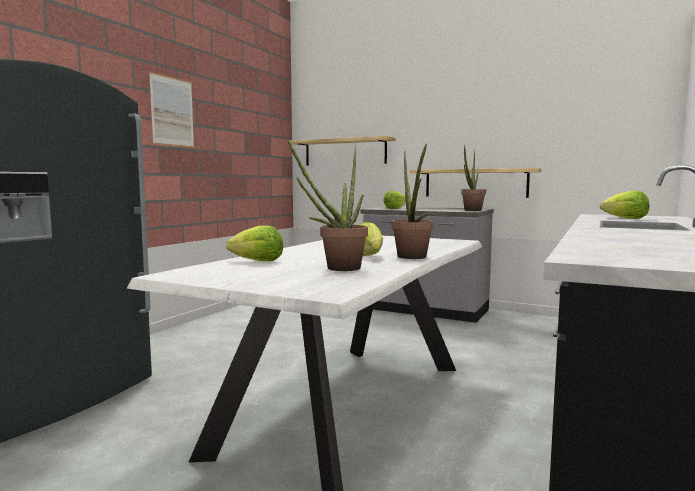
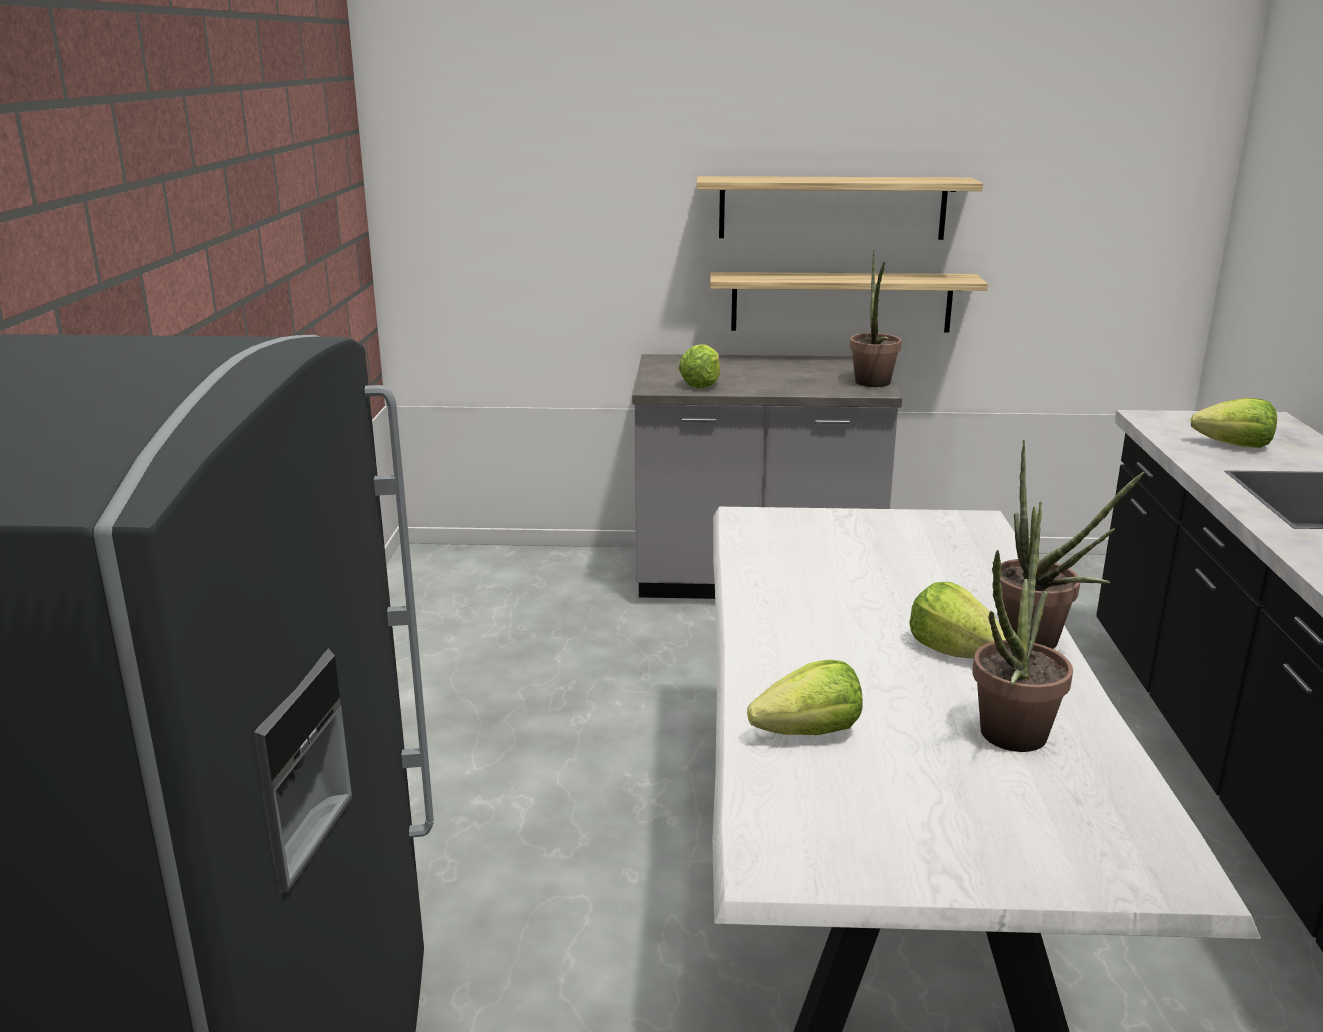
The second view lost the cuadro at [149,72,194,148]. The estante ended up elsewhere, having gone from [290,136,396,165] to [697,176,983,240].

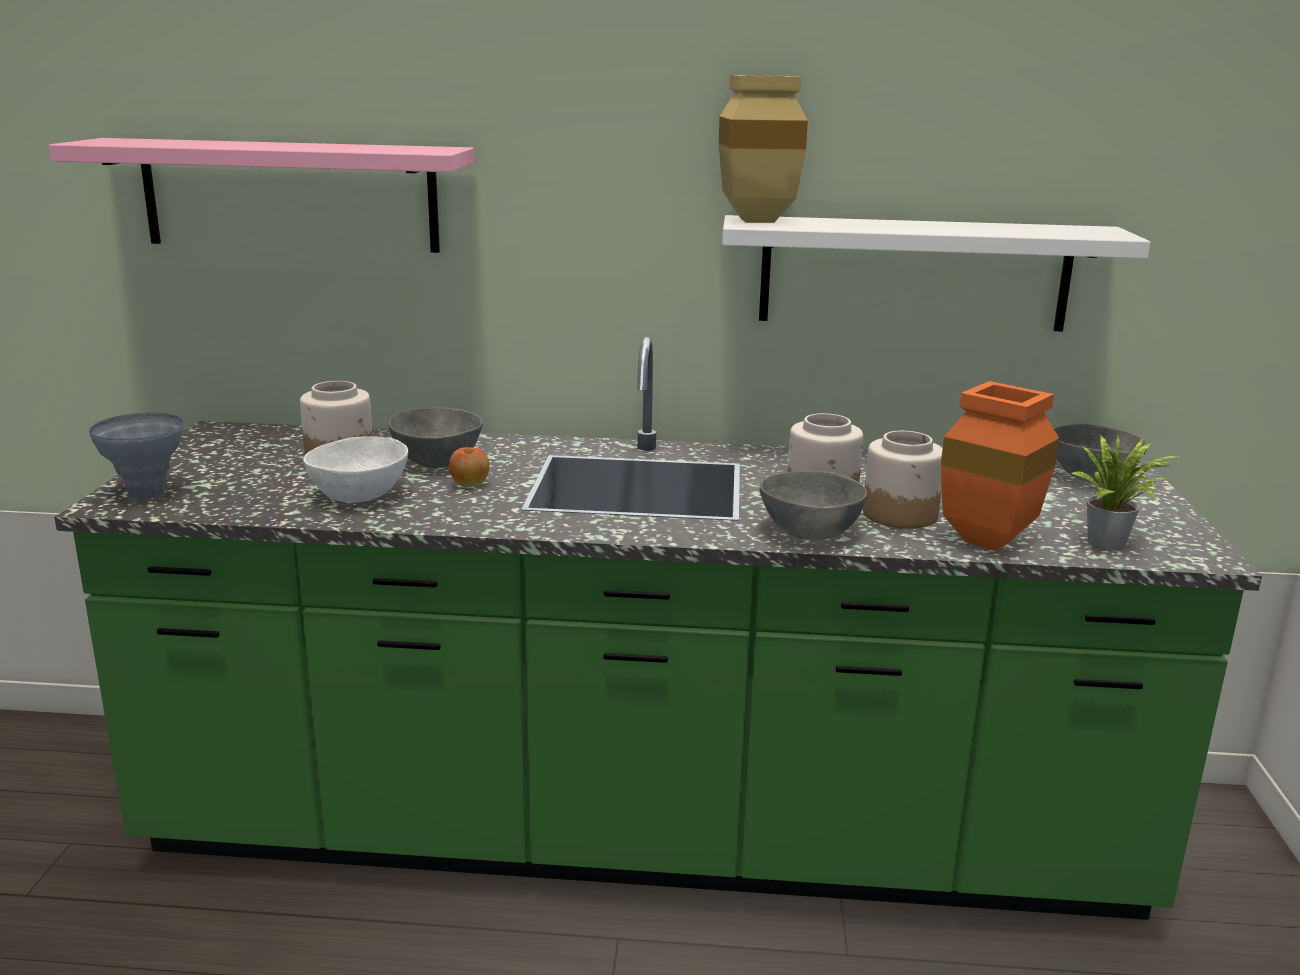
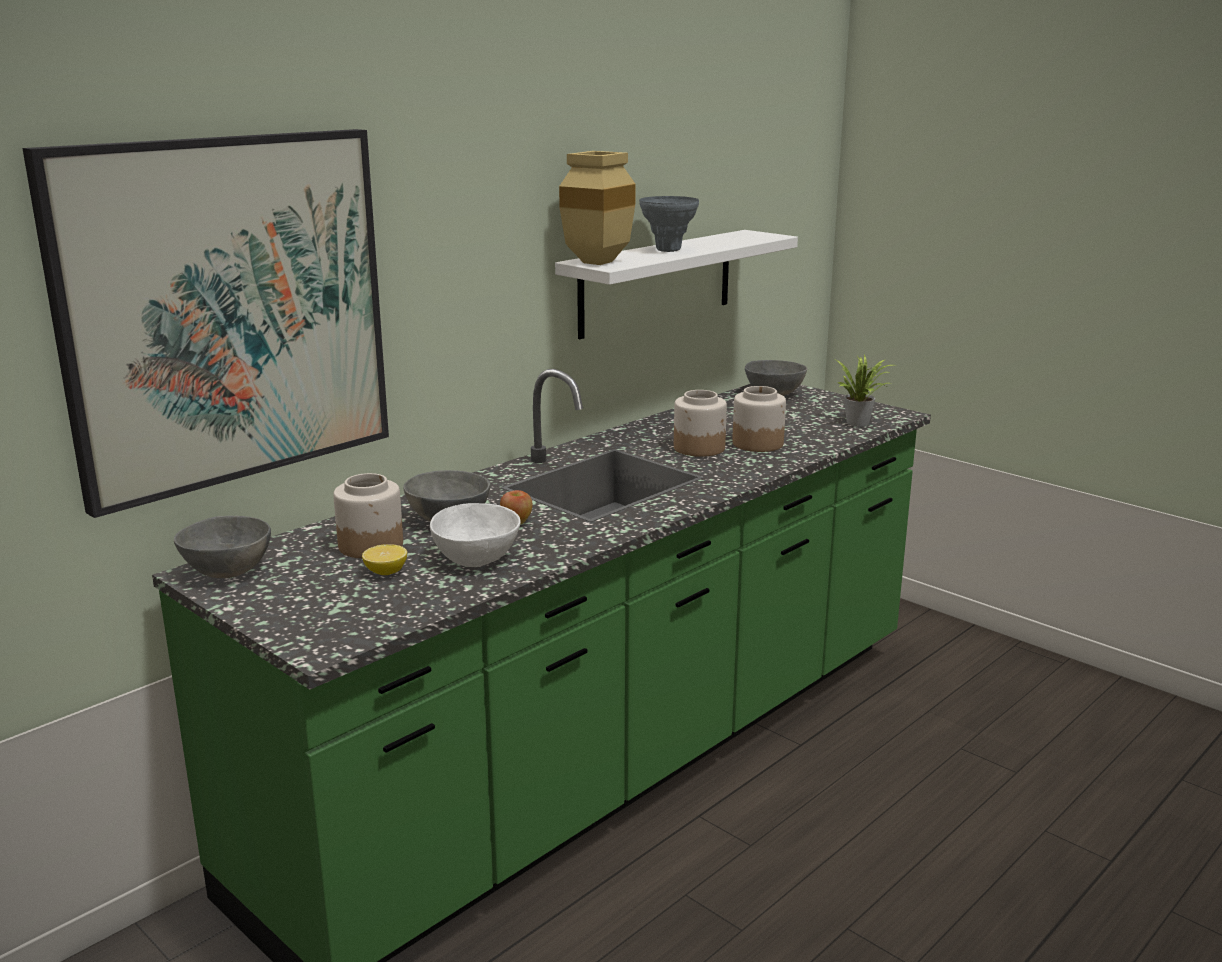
The second view lost the florero (naranja) at [941,381,1059,551]. The second view gained the limón at [362,544,407,575]. The florero (gris) ended up elsewhere, having gone from [89,413,184,499] to [639,196,699,252]. The cuenco (gris) ended up elsewhere, having gone from [759,470,867,540] to [174,516,271,578]. Where the estante (rosa) hung at [49,138,474,253], the cuadro came to hang at [22,129,389,518].

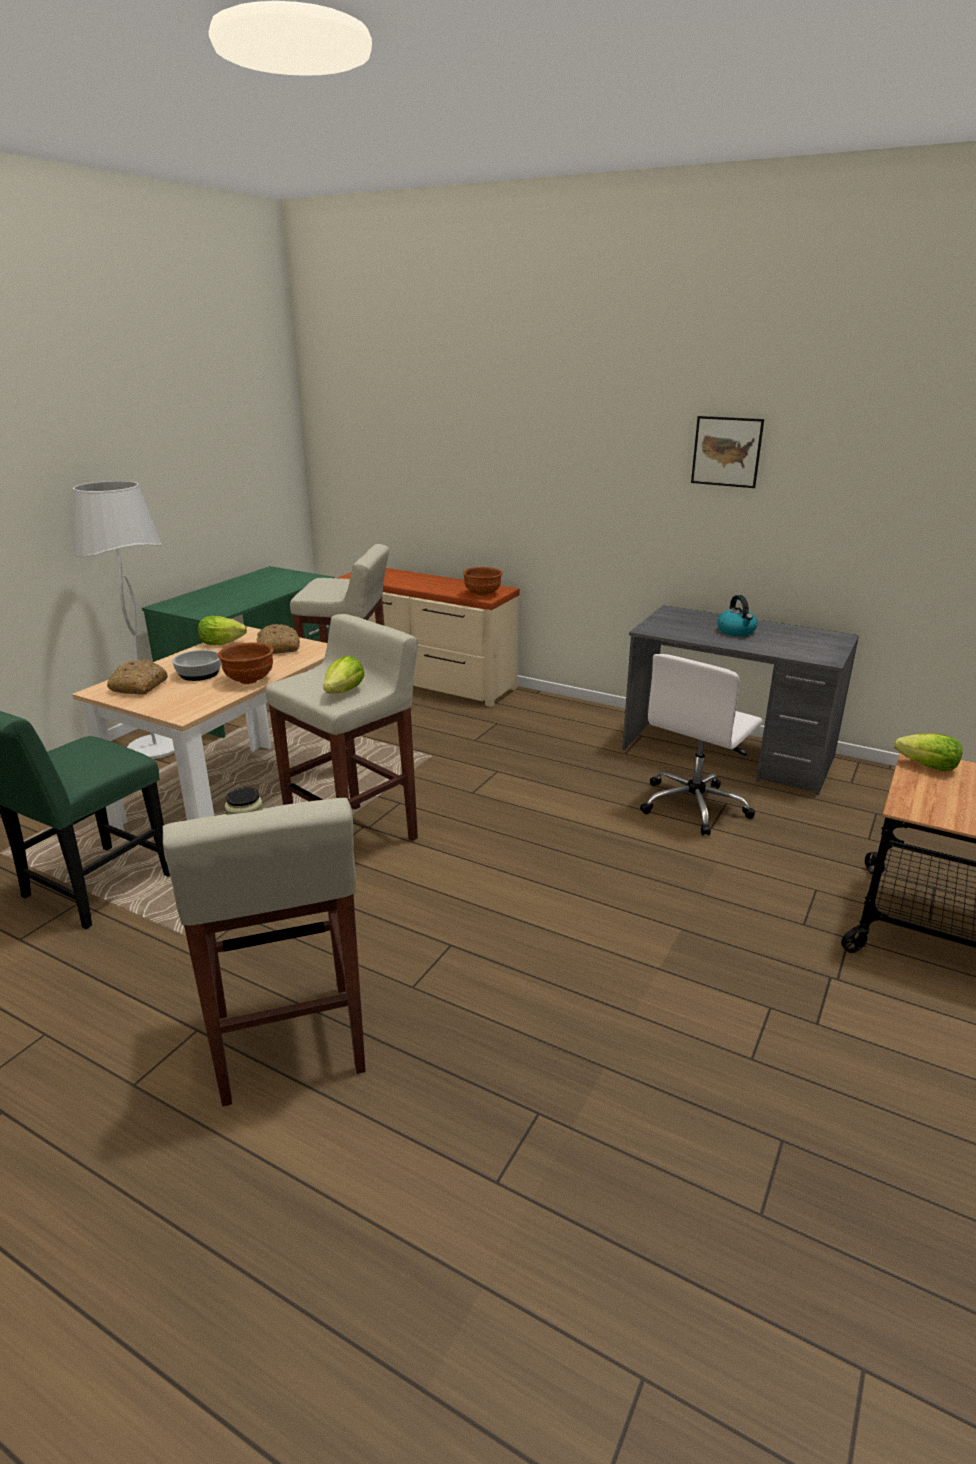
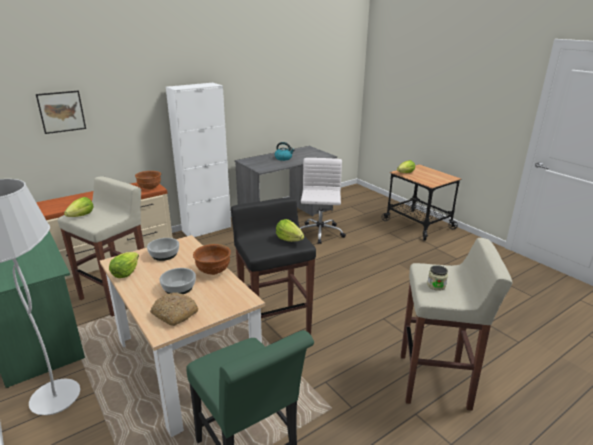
The second view gained the lechuga at [64,197,94,217]. The second view gained the armario (blanco) at [166,83,231,237]. The cuadro ended up elsewhere, having gone from [691,416,764,488] to [36,91,86,134]. Where the pan stood at [257,624,300,654], the cuenco came to stand at [147,238,179,261]. What was the taburete (beis) at [265,614,418,841] turned into the taburete (negro) at [231,197,316,335]. The silla de oficina (blanco) at [640,654,763,835] ended up facing another way, 150 degrees counterclockwise from before.

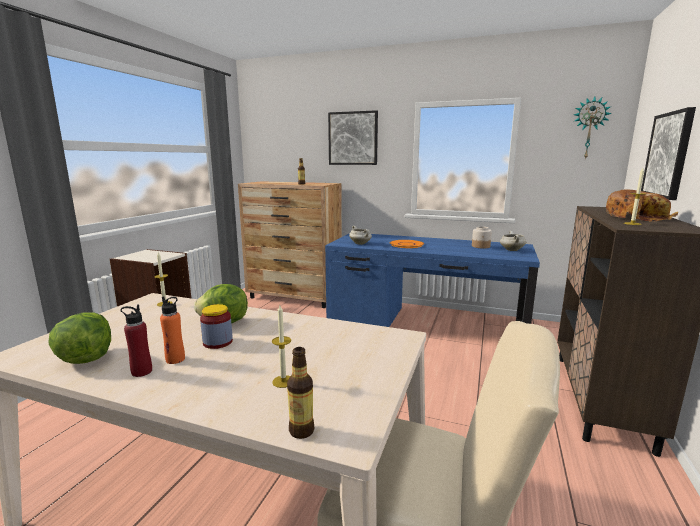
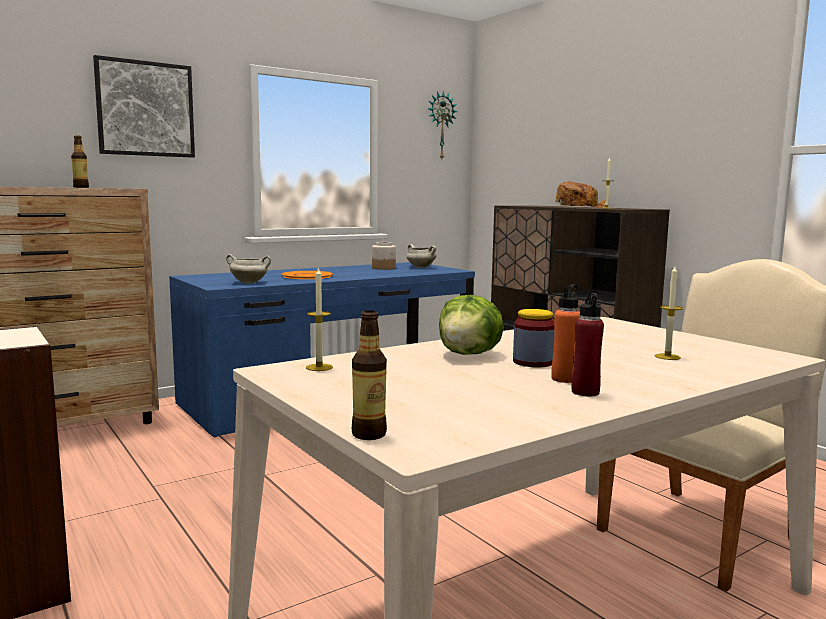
The second view lost the lechuga at [48,312,111,364]. The second view lost the cuadro at [641,107,696,200]. The botella ended up elsewhere, having gone from [287,347,314,439] to [352,310,387,440].

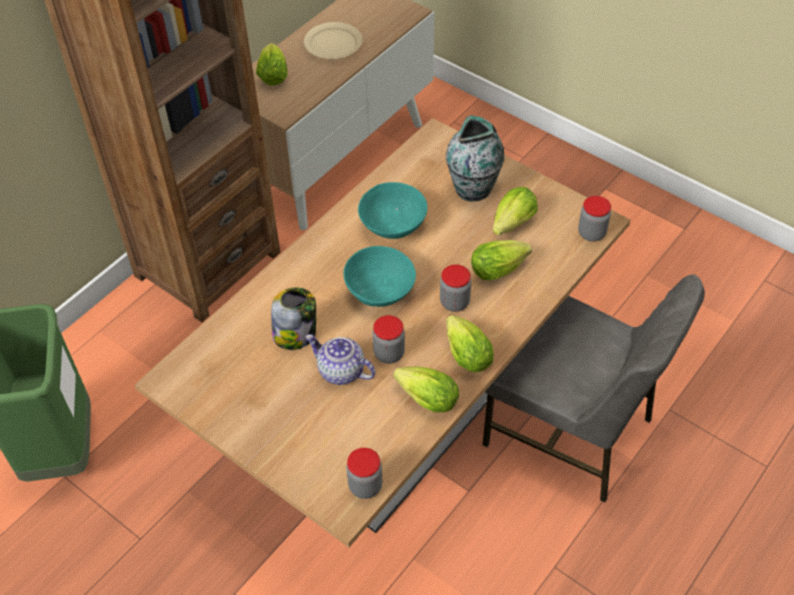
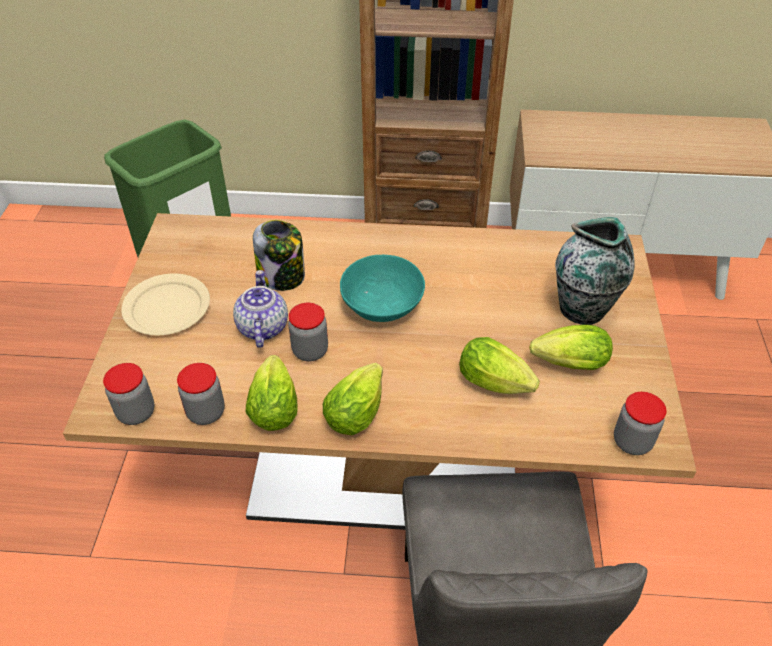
The second view lost the lechuga at [256,43,288,86]. The second view lost the cuenco (turquesa) at [358,182,428,239]. The plato (beis) ended up elsewhere, having gone from [304,22,362,59] to [121,273,210,335]. The tarro ended up elsewhere, having gone from [440,264,471,312] to [177,363,225,425].

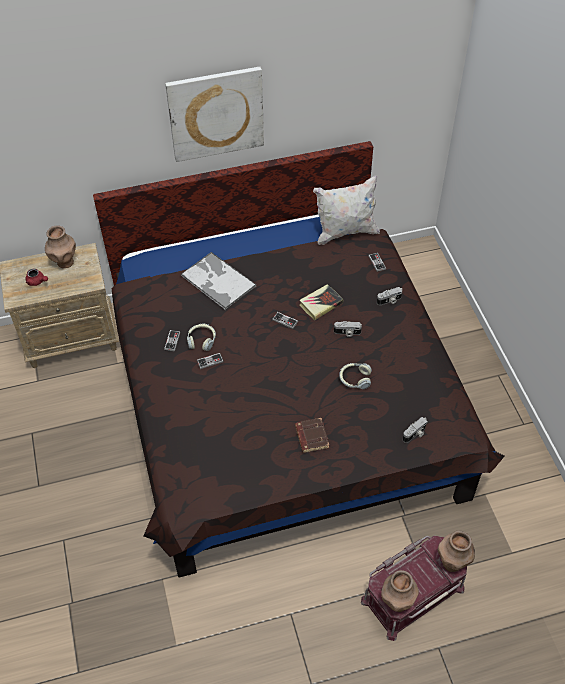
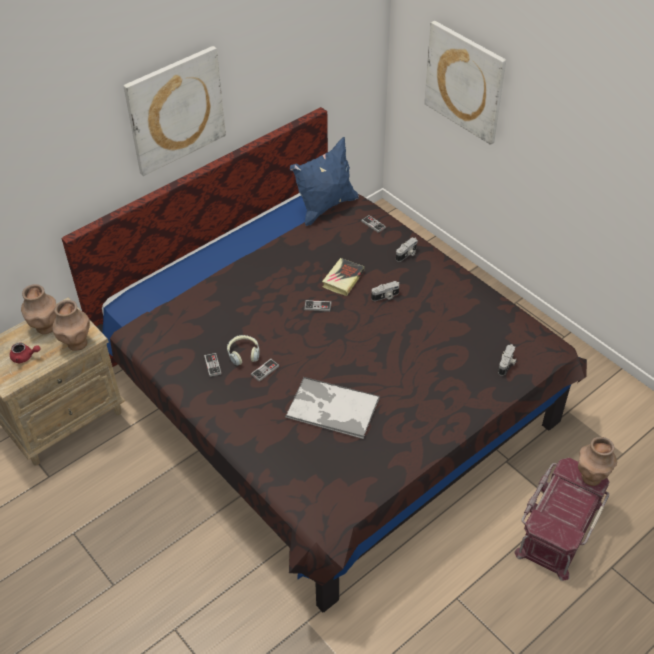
The second view lost the libro (marrón) at [295,418,329,453]. The second view lost the auriculares at [339,363,372,389]. The second view gained the cuadro at [424,21,506,145]. The bandeja ended up elsewhere, having gone from [180,252,257,310] to [285,377,380,439]. The florero (marrón) ended up elsewhere, having gone from [381,570,419,612] to [53,300,90,351]. What was the cojín (blanco) at [313,175,380,245] turned into the cojín (azul) at [290,137,359,226].

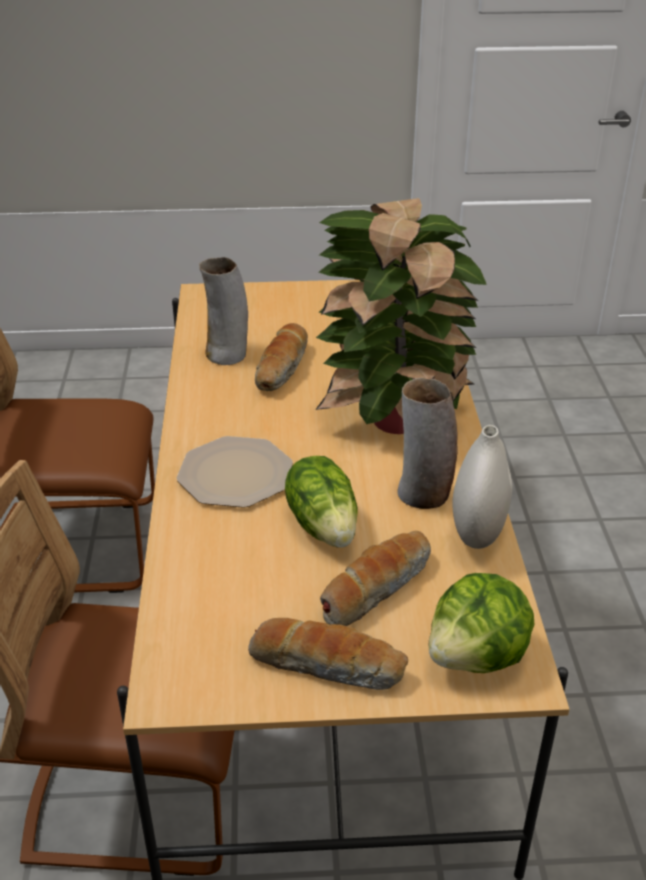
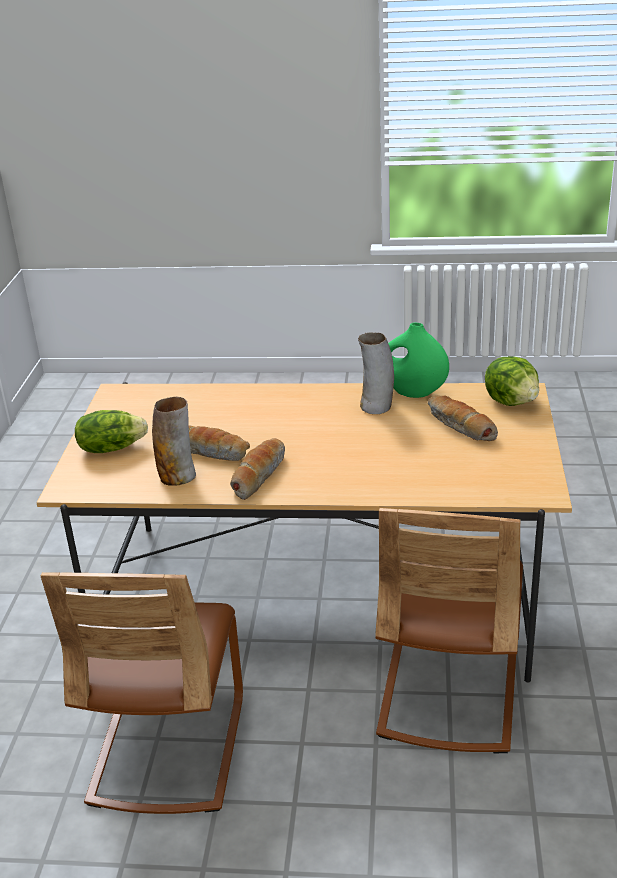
The second view lost the plato at [177,436,293,508]. The second view lost the planta en maceta at [315,198,487,434]. The pan ended up elsewhere, having gone from [248,618,408,690] to [230,438,285,500]. The lechuga ended up elsewhere, having gone from [285,456,358,548] to [75,410,148,453]. What was the florero (blanco) at [452,425,513,549] turned into the florero (verde) at [388,322,449,398].

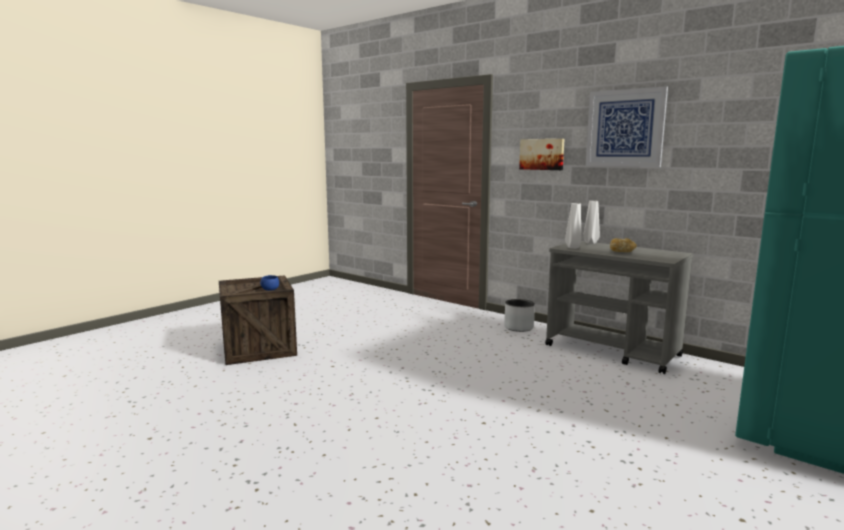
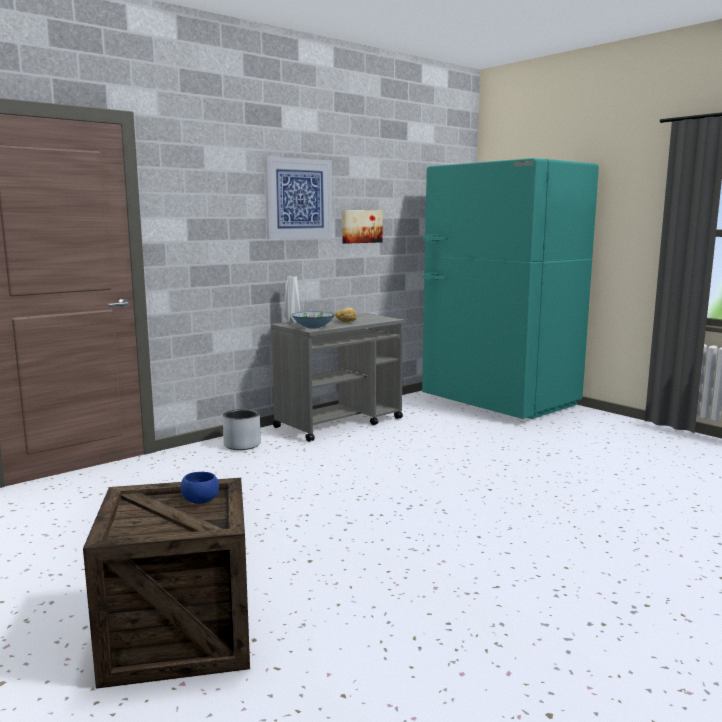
The cuadro ended up elsewhere, having gone from [519,139,564,170] to [342,210,383,244]. Where the florero (blanco) stood at [565,203,581,249], the cuenco came to stand at [291,311,335,329].

